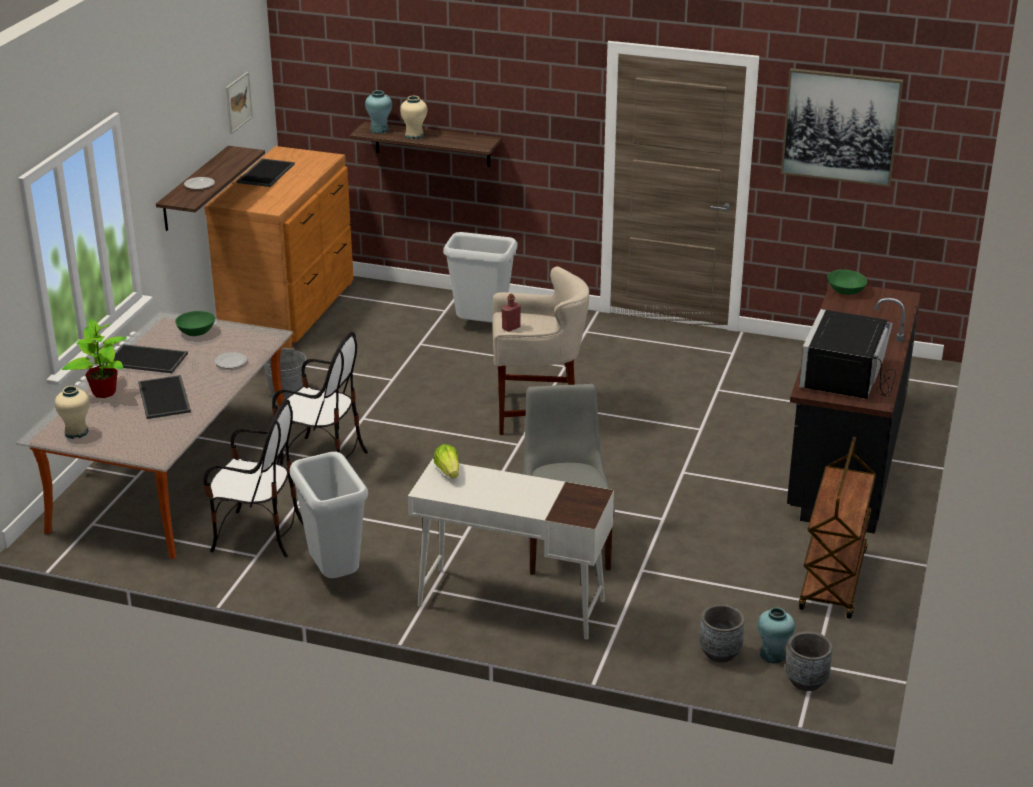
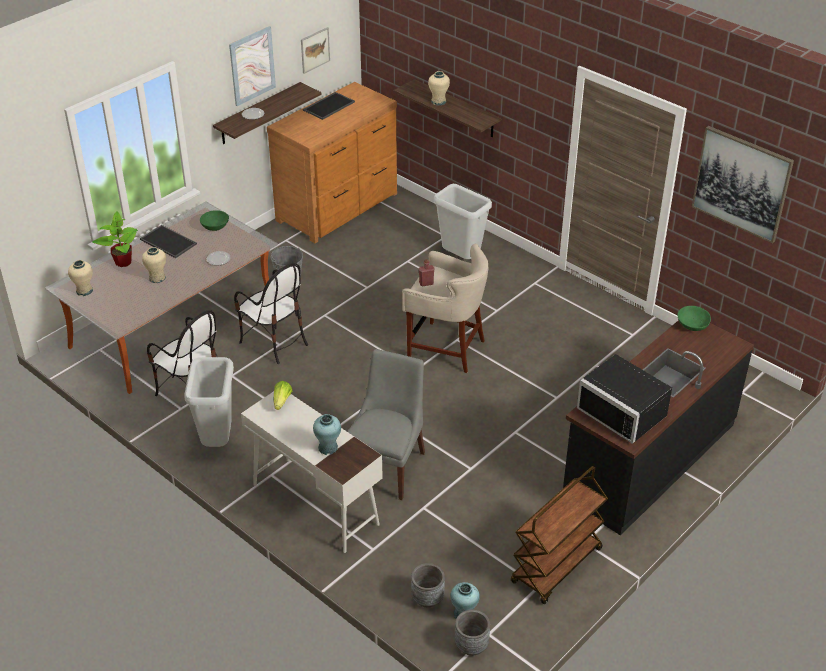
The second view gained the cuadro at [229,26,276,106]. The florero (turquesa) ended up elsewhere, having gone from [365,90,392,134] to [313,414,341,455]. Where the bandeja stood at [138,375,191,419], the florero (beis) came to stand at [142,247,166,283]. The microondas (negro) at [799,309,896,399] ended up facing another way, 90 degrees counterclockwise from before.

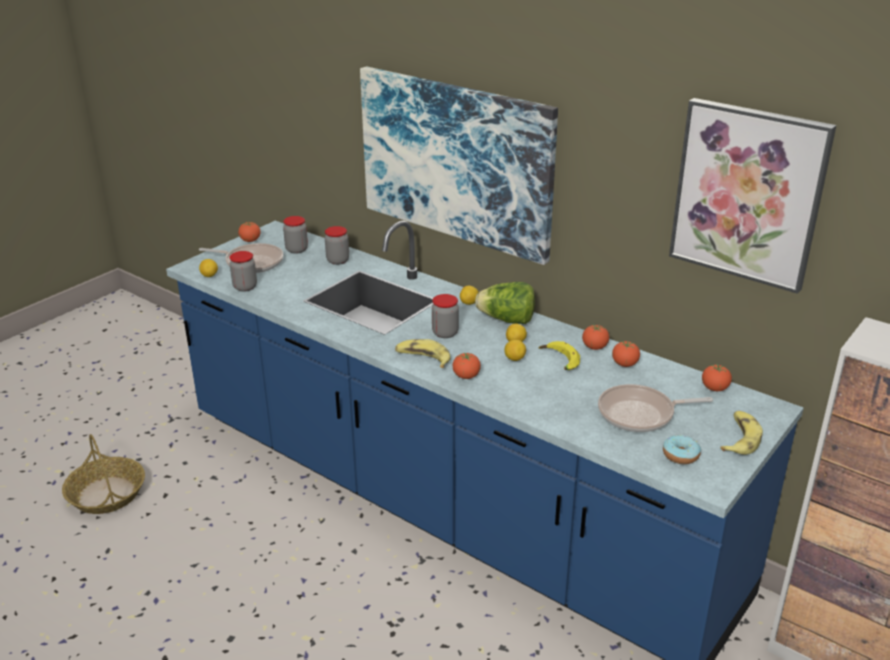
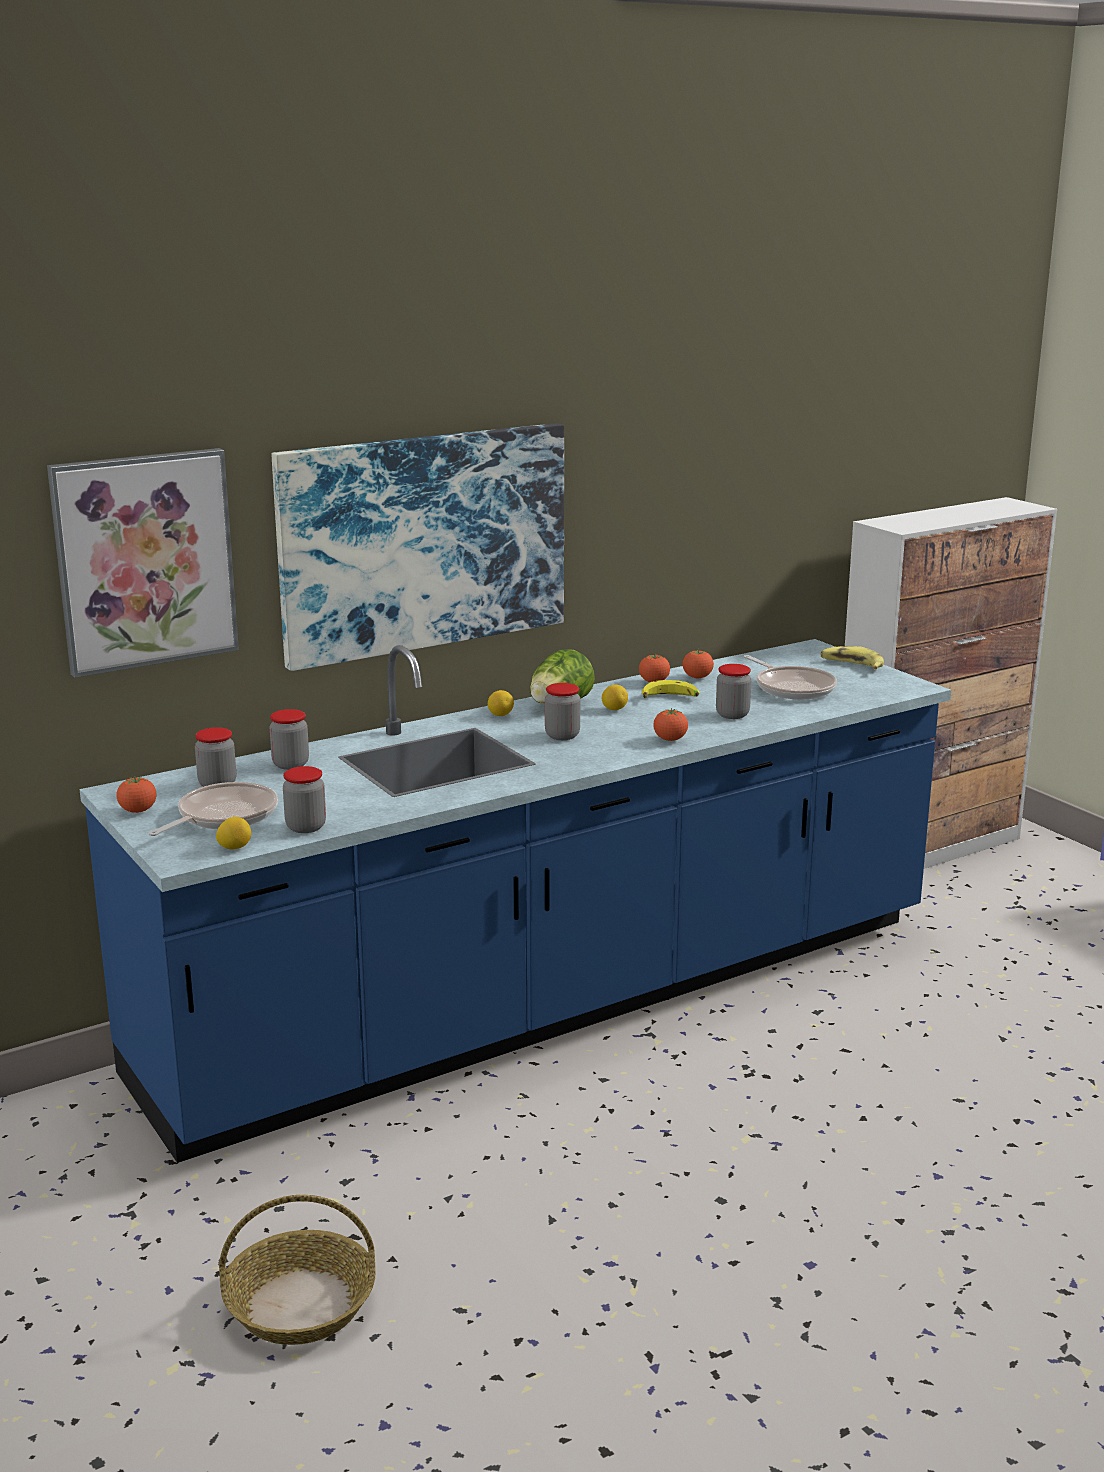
The second view lost the plátano at [395,339,450,368]. The second view lost the limón at [504,340,526,361]. The second view lost the rosquilla at [663,435,701,464]. The second view lost the tomate at [702,365,732,391]. The second view gained the tarro at [716,664,751,719]. The cuadro ended up elsewhere, having gone from [669,98,836,294] to [47,448,239,678]. The sartén at [598,384,713,432] ended up facing another way, 45 degrees counterclockwise from before.

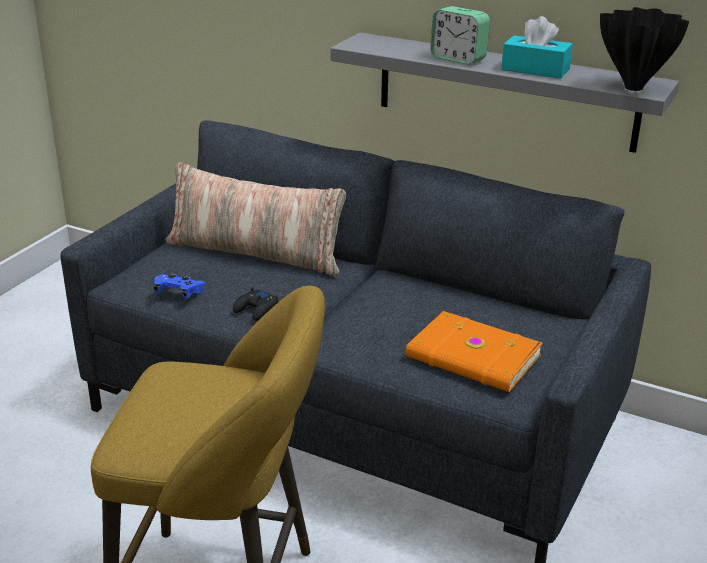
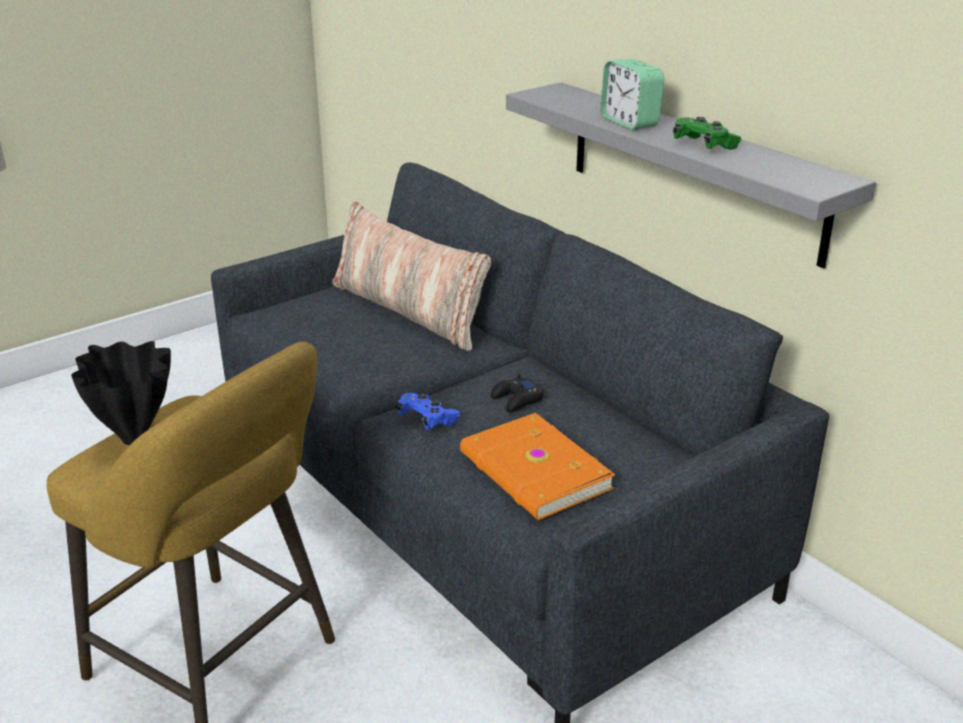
The mando de consola (azul) ended up elsewhere, having gone from [154,273,206,300] to [397,393,460,430]. The mando de consola (negro) ended up elsewhere, having gone from [233,287,278,321] to [491,374,544,412]. The florero (negro) ended up elsewhere, having gone from [600,7,689,91] to [71,341,171,445]. Where the caja de pañuelos (turquesa) stood at [501,16,573,79], the mando de consola (verde) came to stand at [673,117,742,150].

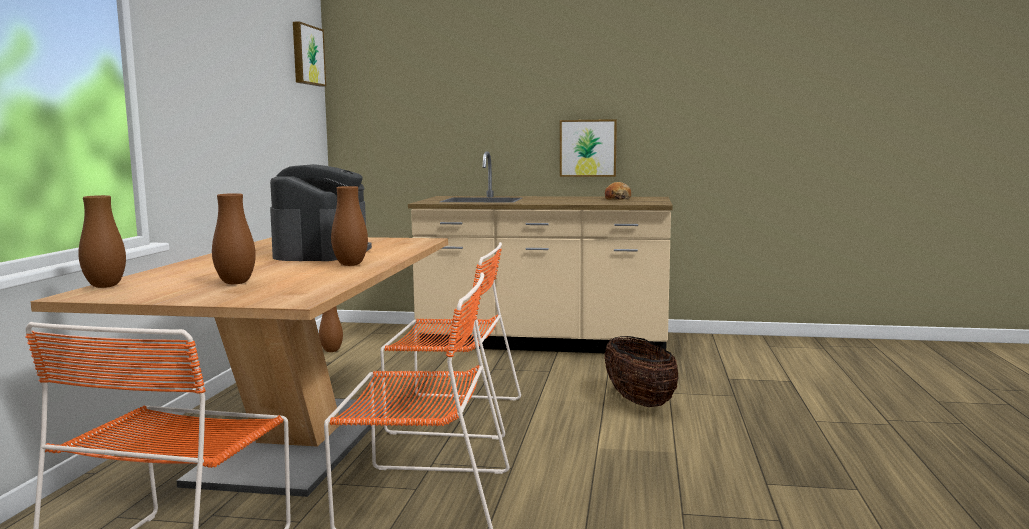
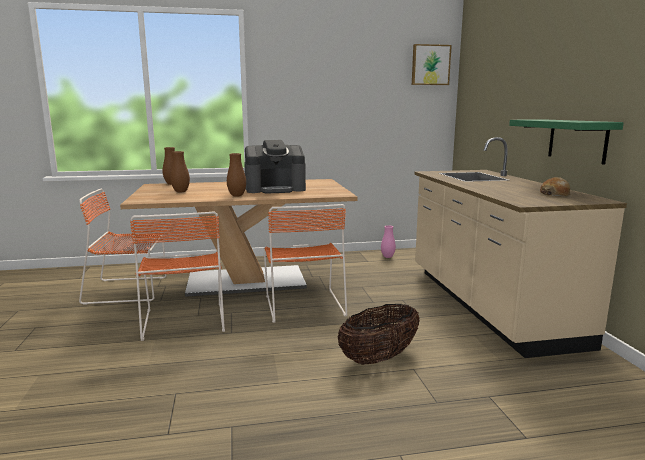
Where the cuadro hung at [560,119,617,177], the estante (verde) came to hang at [509,119,624,165]. What was the florero (marrón) at [319,306,343,352] turned into the florero (rosa) at [381,225,396,258].

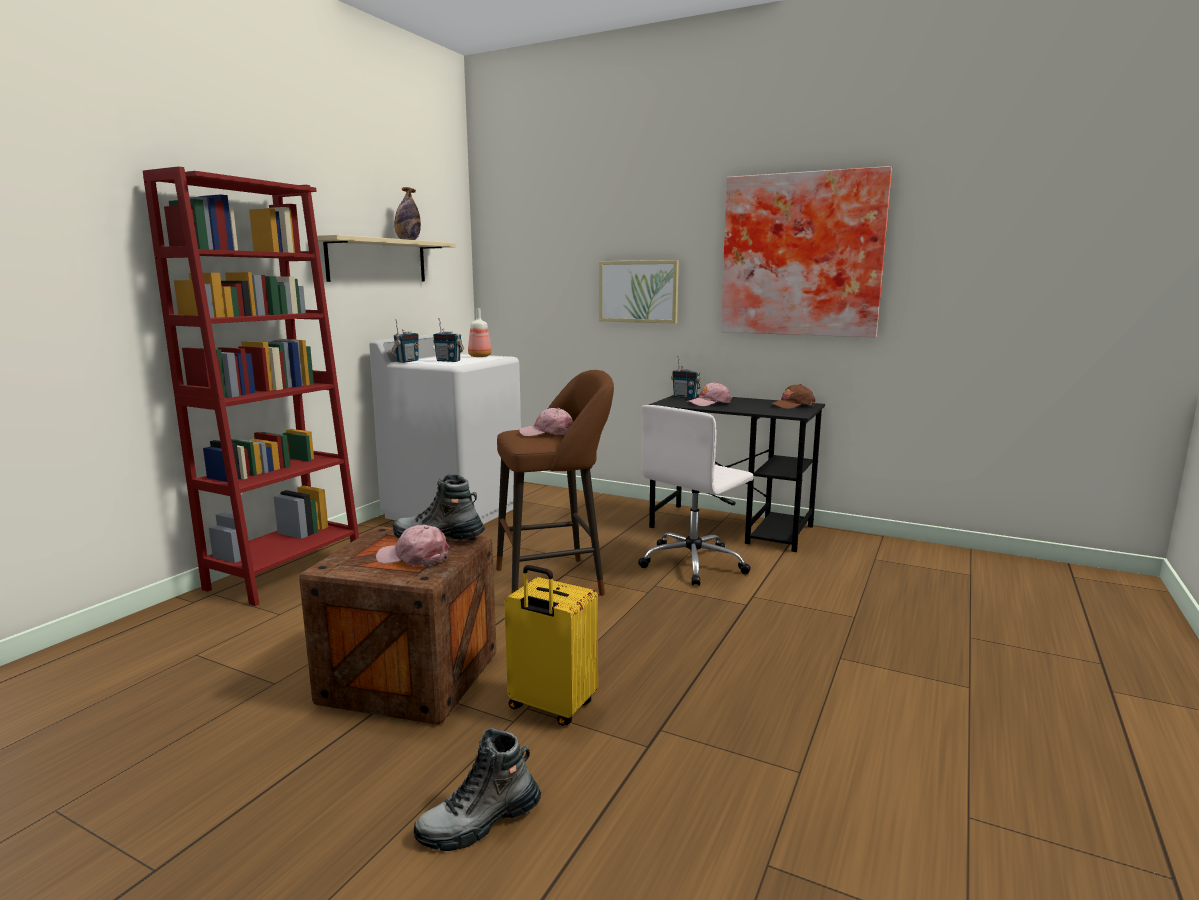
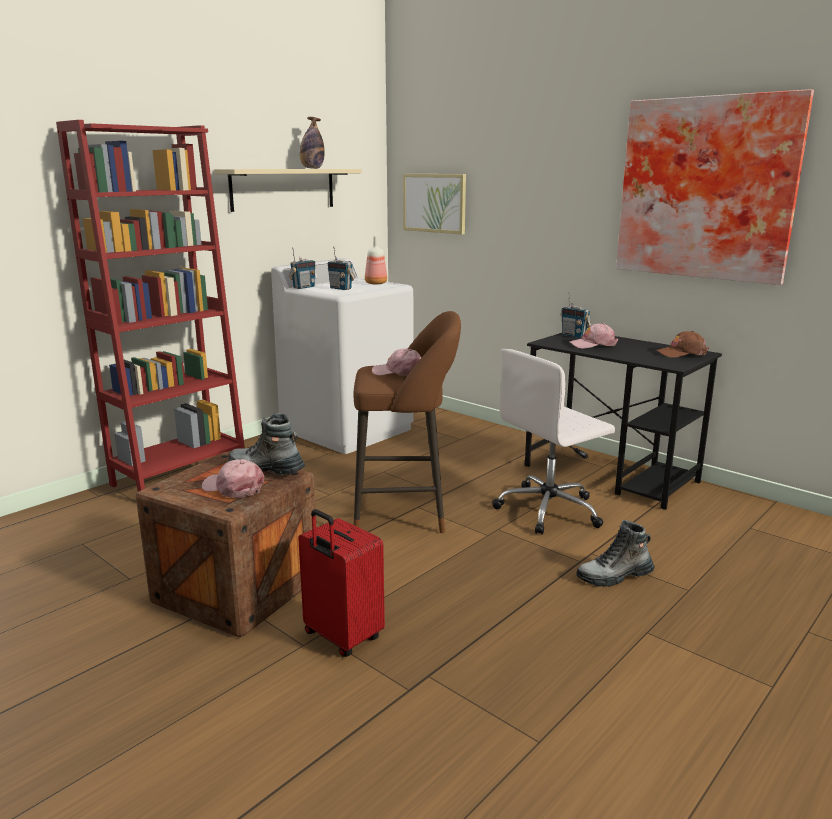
The bota ended up elsewhere, having gone from [414,728,541,851] to [576,520,655,587]. The cuadro ended up elsewhere, having gone from [599,260,679,324] to [403,174,466,234]. What was the maleta (amarillo) at [504,565,598,726] turned into the maleta (rojo) at [298,509,385,657].

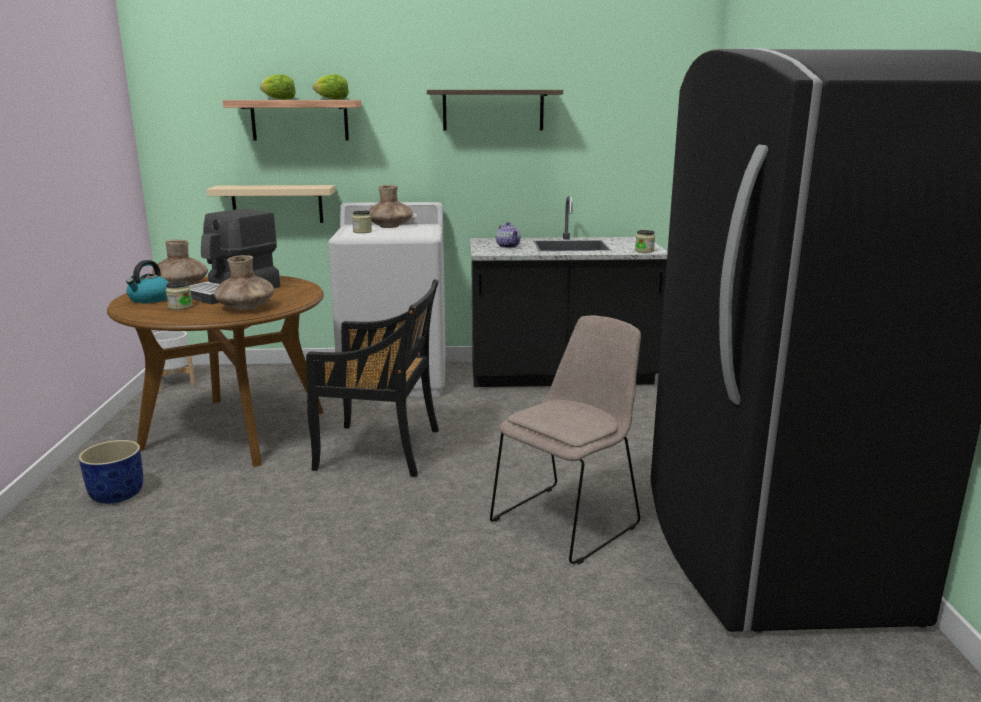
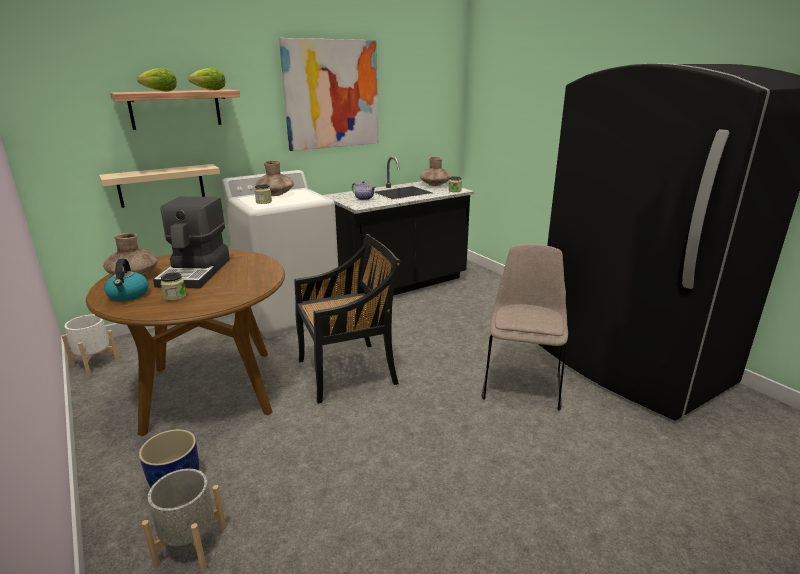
The second view gained the maceta (gris) at [142,469,226,571]. The florero (marrón) ended up elsewhere, having gone from [214,255,275,310] to [420,157,451,186]. Where the estante hung at [427,90,563,131], the cuadro came to hang at [279,38,378,151].

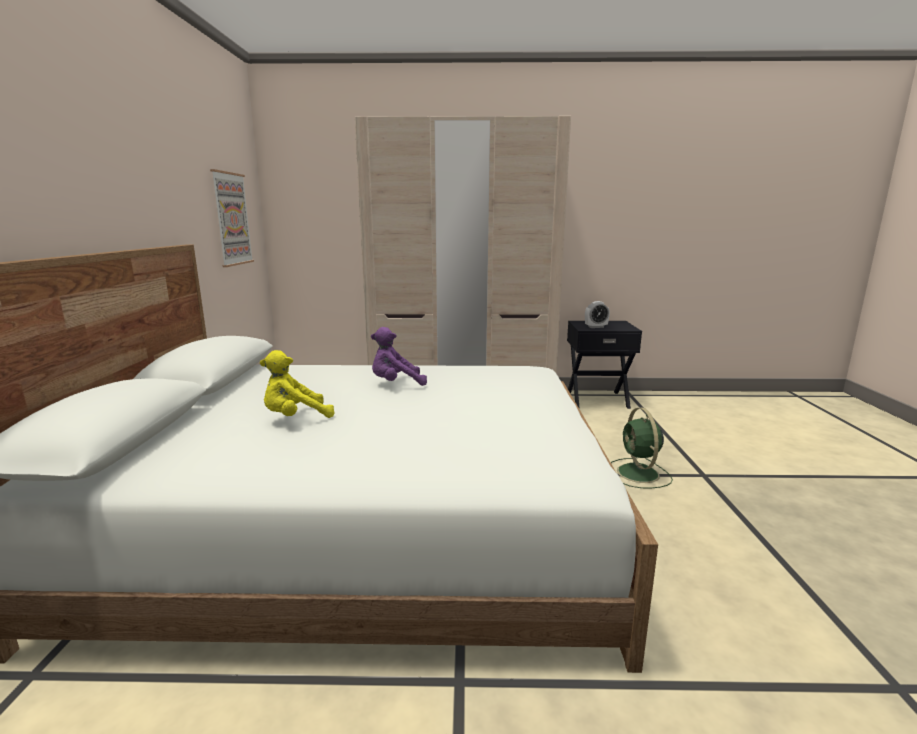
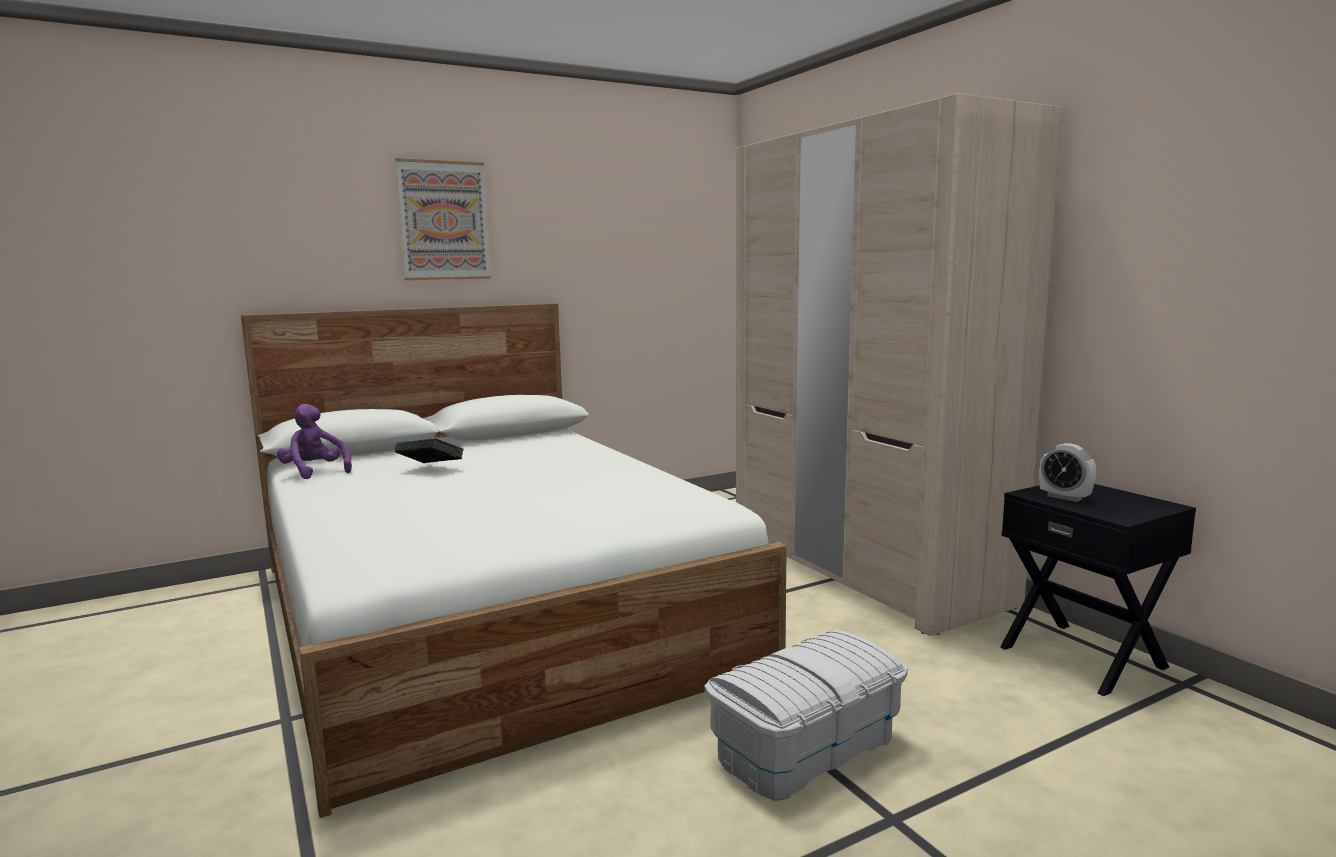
The cuadro ended up elsewhere, having gone from [210,169,254,267] to [395,158,491,280]. The peluche (morado) ended up elsewhere, having gone from [371,327,427,386] to [277,404,352,479]. Where the peluche (amarillo) stood at [260,350,335,418], the libro came to stand at [395,438,464,463]. Where the ventilador (verde) stood at [611,408,673,489], the caja de almacenaje (blanco) came to stand at [704,630,908,801].

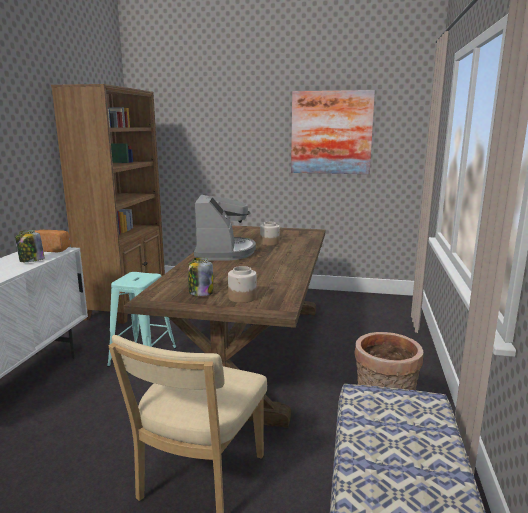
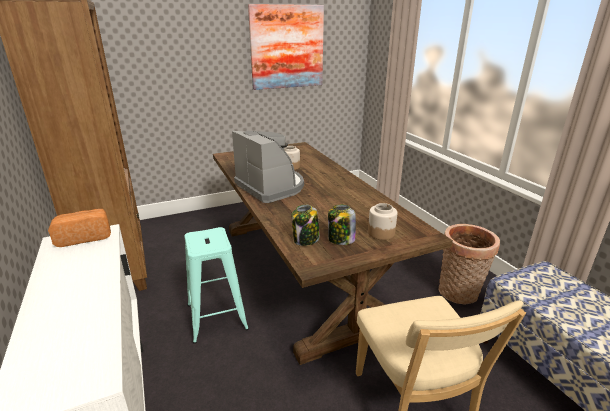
The tarro ended up elsewhere, having gone from [15,230,45,262] to [291,205,320,246].

